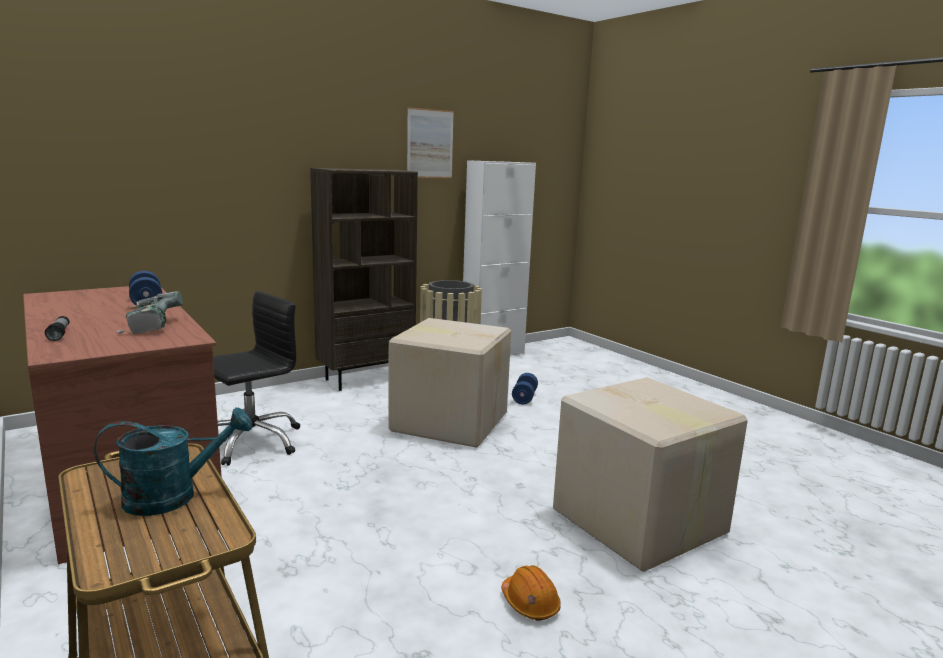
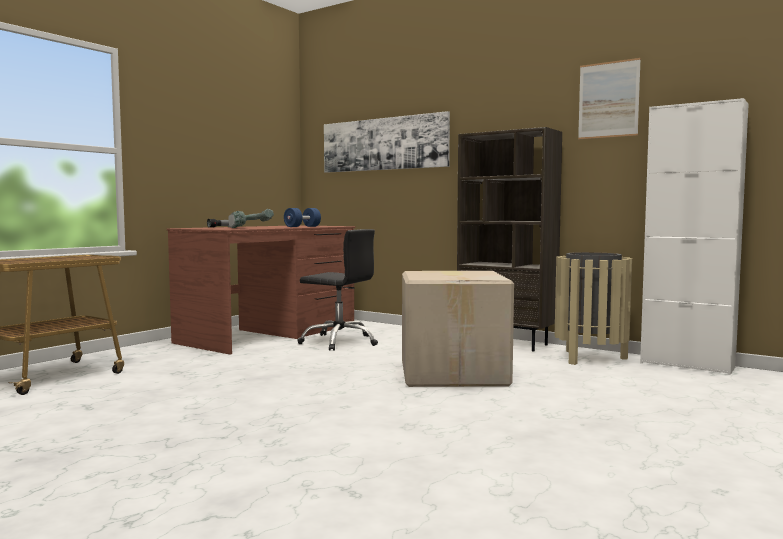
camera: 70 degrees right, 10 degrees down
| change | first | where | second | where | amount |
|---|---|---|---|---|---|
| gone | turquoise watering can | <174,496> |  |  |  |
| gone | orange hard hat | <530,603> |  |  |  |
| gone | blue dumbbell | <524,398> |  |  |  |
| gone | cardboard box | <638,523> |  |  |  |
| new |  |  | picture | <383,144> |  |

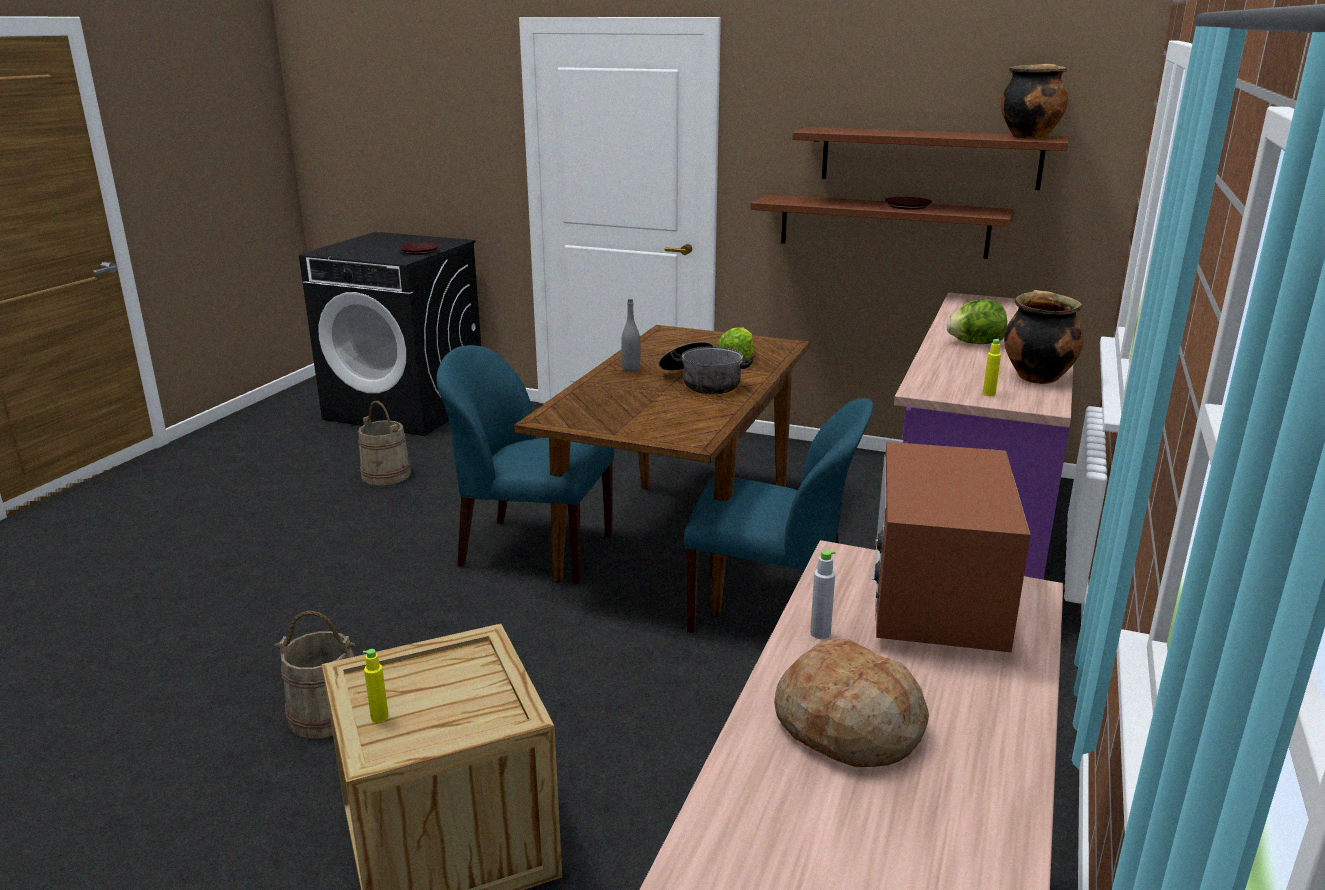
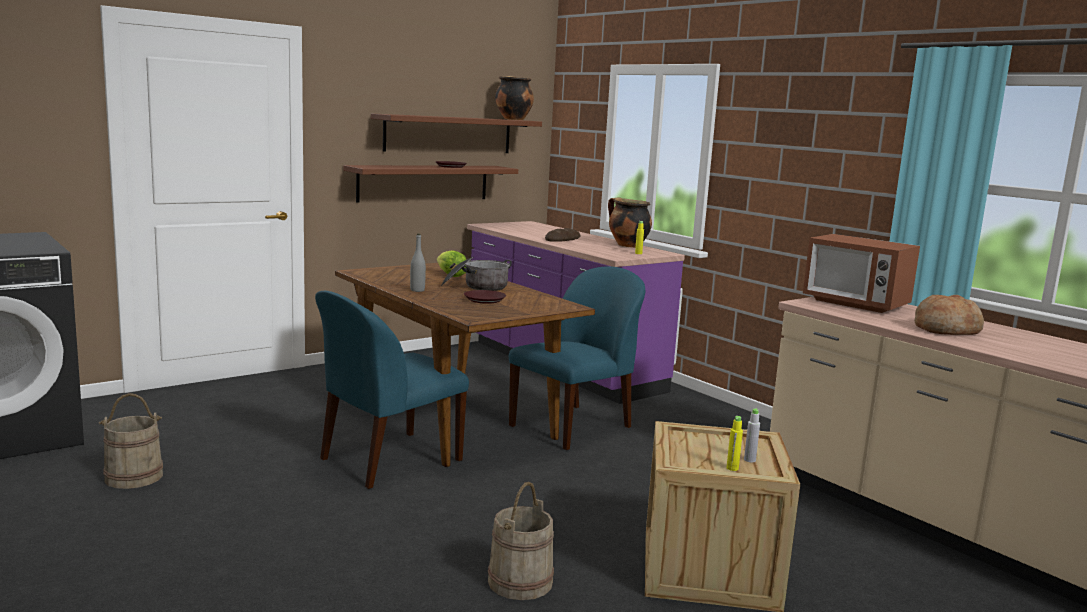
camera: 60 degrees left, 10 degrees down
| change | first | where | second | where | amount |
|---|---|---|---|---|---|
| shifted | brown plate | <420,251> |  | <484,300> |  |
| shifted | grey bottle | <820,633> |  | <749,460> |  |
| swapped | lettuce | <975,343> | bread | <562,239> |  |

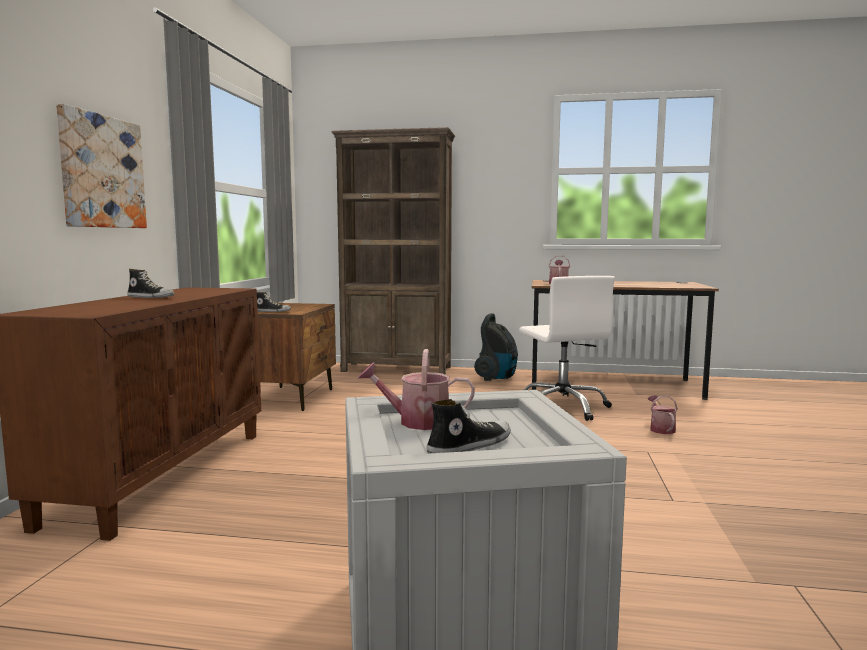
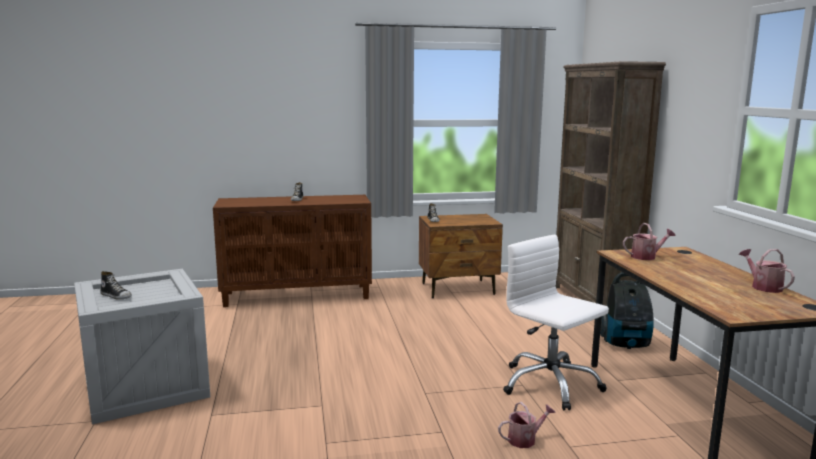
camera: 70 degrees right, 5 degrees up
| change | first | where | second | where | amount |
|---|---|---|---|---|---|
| gone | picture | <101,172> |  |  |  |
| shifted | watering can | <417,422> |  | <763,286> |  |
| rotated | white office chair | <563,407> |  | <550,384> | 90 degrees clockwise |

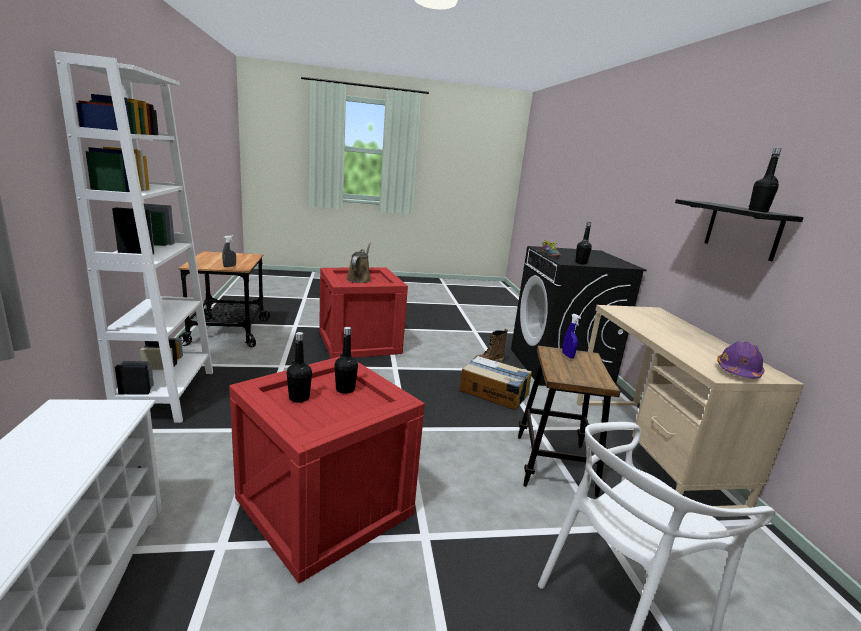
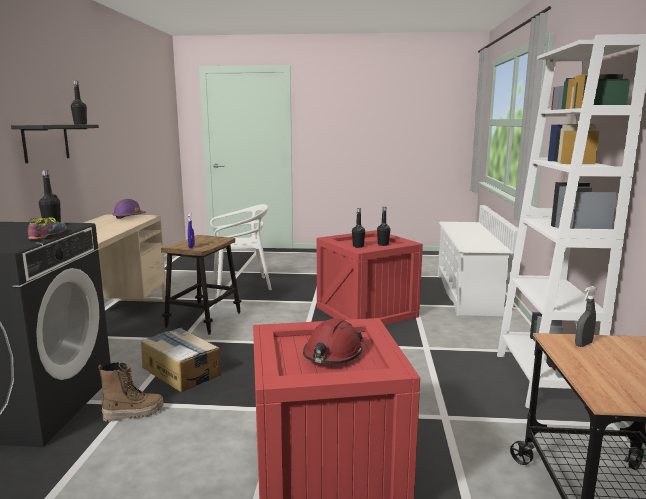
camera: 165 degrees left, 5 degrees down
| change | first | where | second | where | amount |
|---|---|---|---|---|---|
| swapped | brown watering can | <359,279> | red hard hat | <332,354> |  |

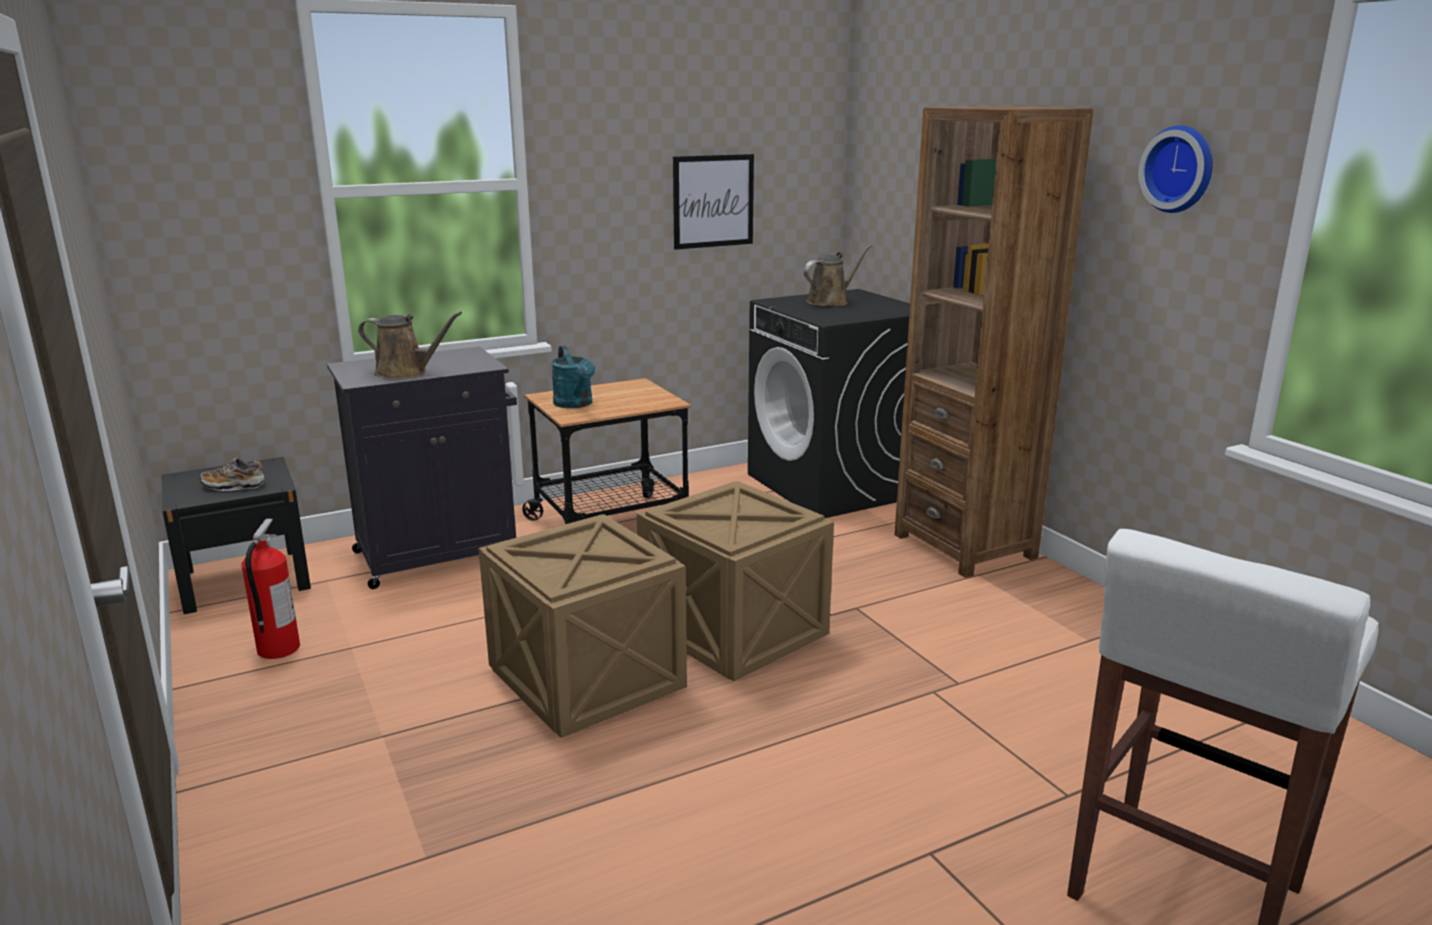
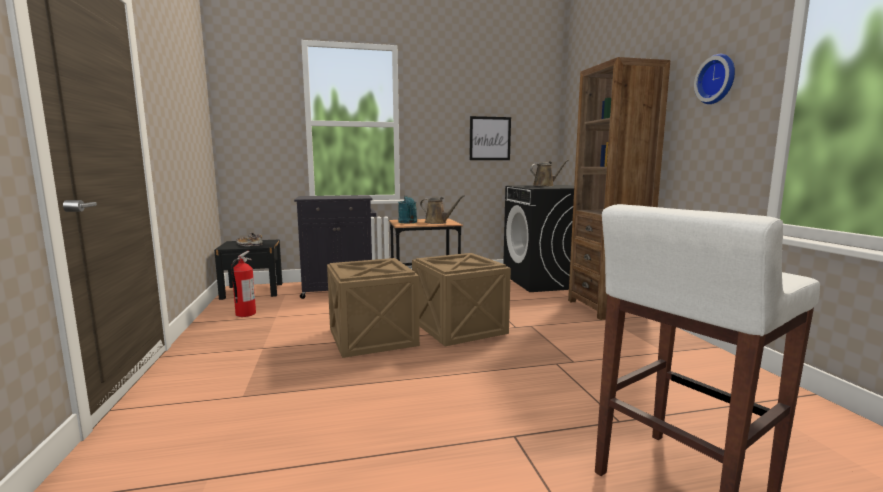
camera: 15 degrees right, 10 degrees down
| change | first | where | second | where | amount |
|---|---|---|---|---|---|
| shifted | brown watering can | <406,372> |  | <437,222> |  |

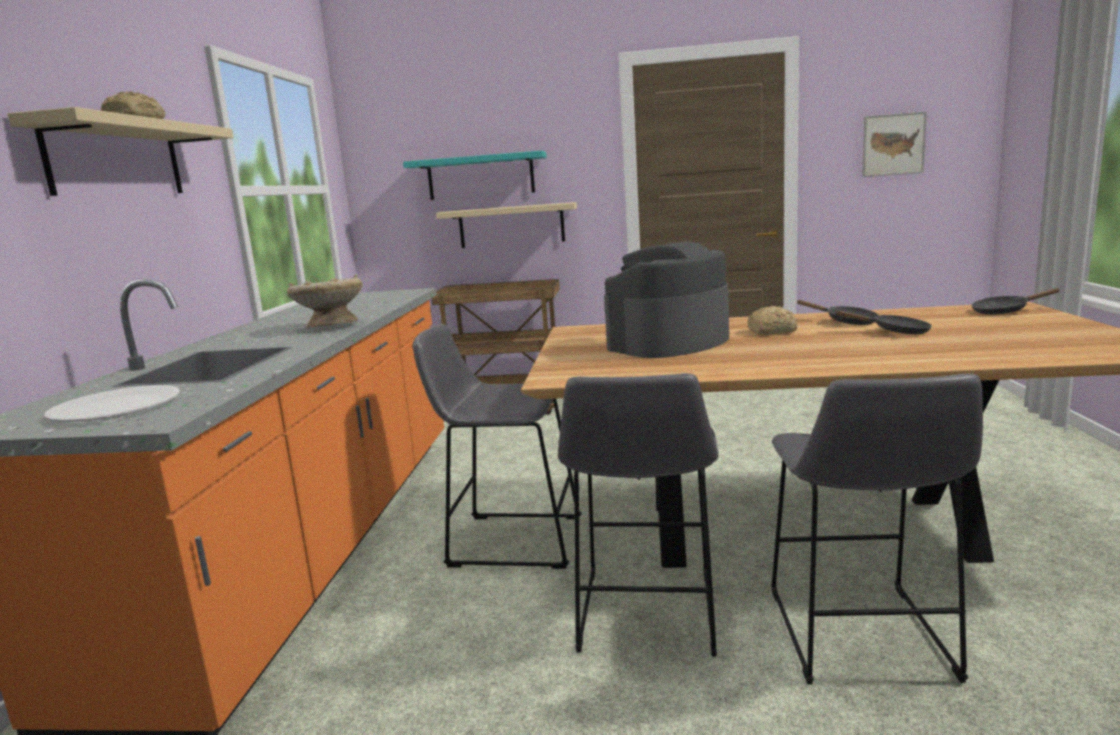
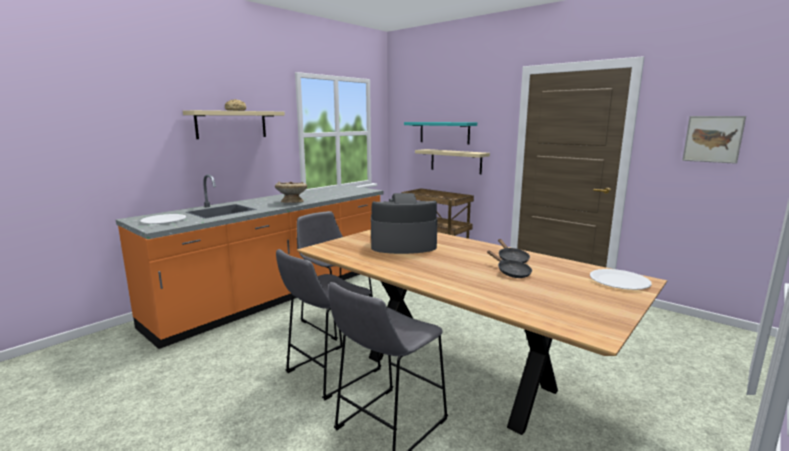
camera: 35 degrees right, 0 degrees up
| change | first | where | second | where | amount |
|---|---|---|---|---|---|
| gone | bread | <770,331> |  |  |  |
| swapped | black frying pan | <1004,311> | white plate | <619,281> |  |

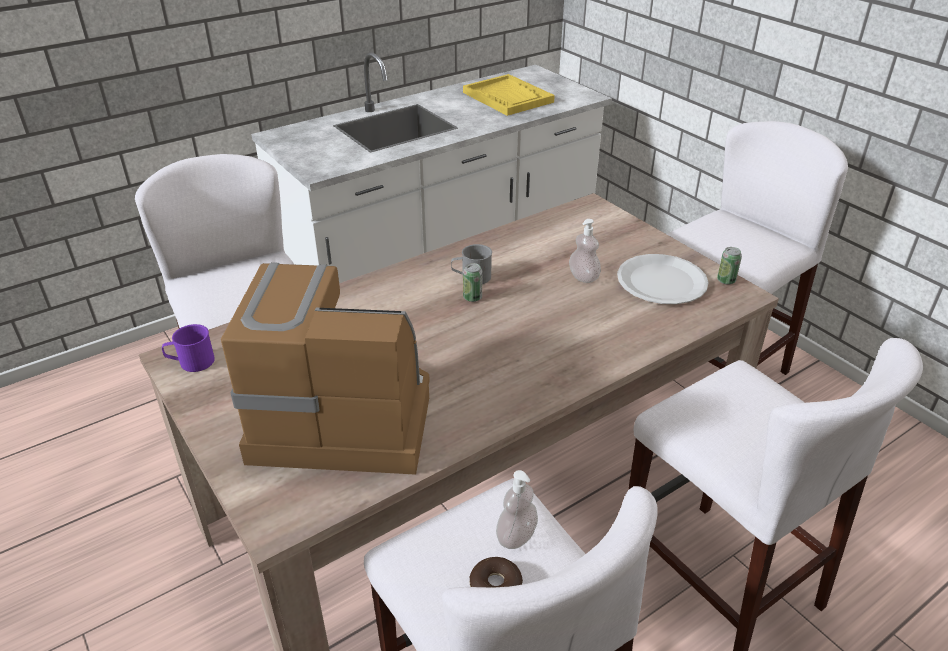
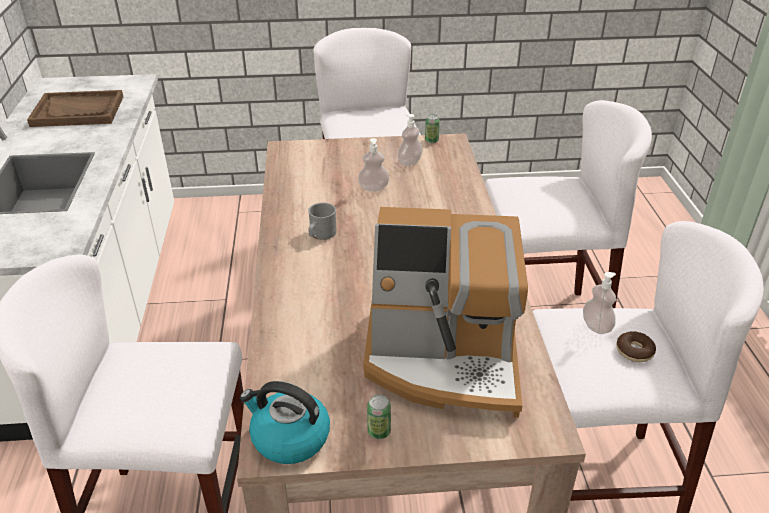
camera: 60 degrees left, 0 degrees up
| change | first | where | second | where | amount |
|---|---|---|---|---|---|
| swapped | purple mug | <191,362> | kettle | <289,438> |  |
| rotated | coffee machine | <341,415> |  | <443,359> | 120 degrees counterclockwise |
| repainted | yellow tray | <508,97> | brown tray | <78,111> |  |
| shifted | can | <472,297> |  | <379,431> |  |
| swapped | white plate | <661,282> | soap dispenser | <410,162> |  |

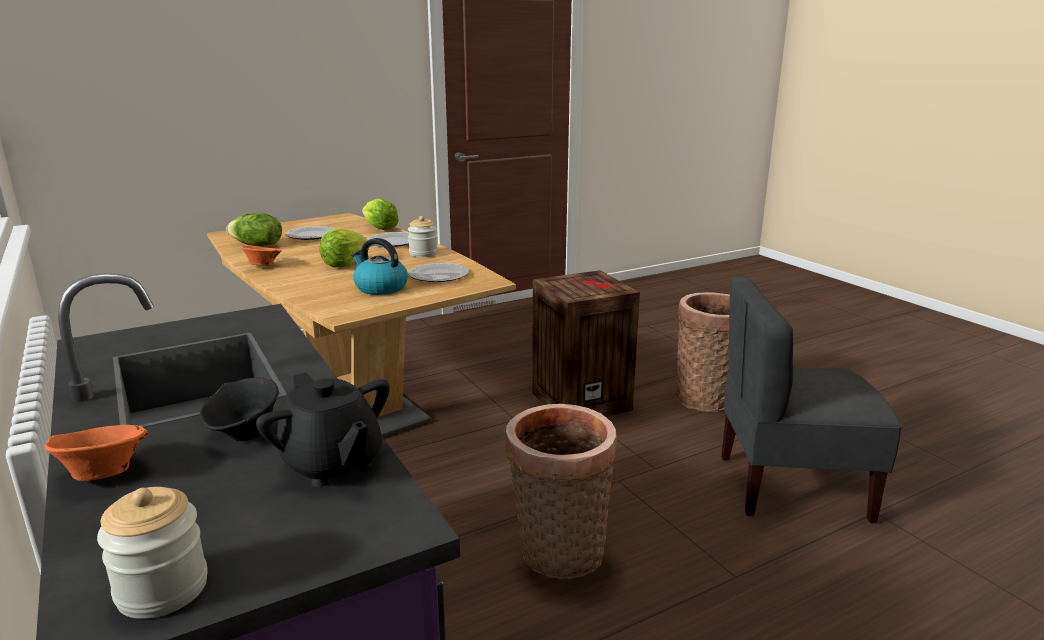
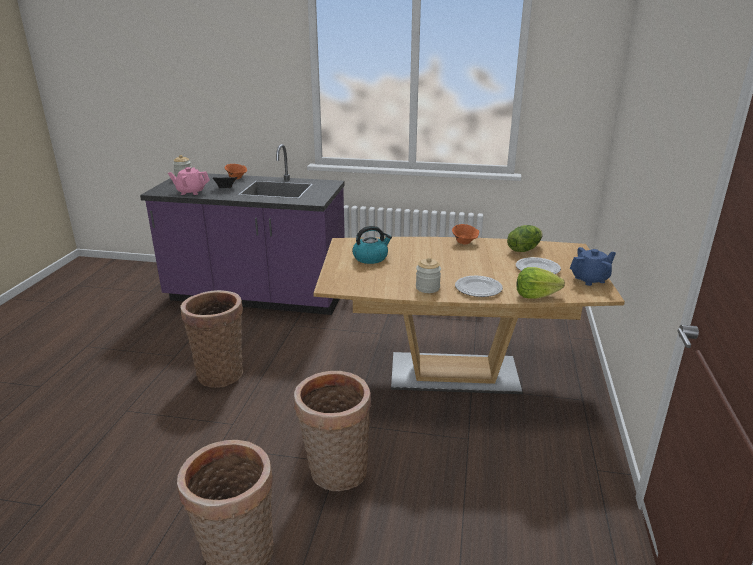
camera: 130 degrees right, 5 degrees up
| change | first | where | second | where | amount |
|---|---|---|---|---|---|
| repainted | black teapot | <332,464> | pink teapot | <191,192> |  |
| gone | lettuce | <344,264> |  |  |  |
| gone | plate | <439,275> |  |  |  |
| swapped | crate | <581,400> | basket | <335,473> |  |
| gone | grey chair | <791,486> |  |  |  |
| new |  |  | blue teapot | <590,279> |  |

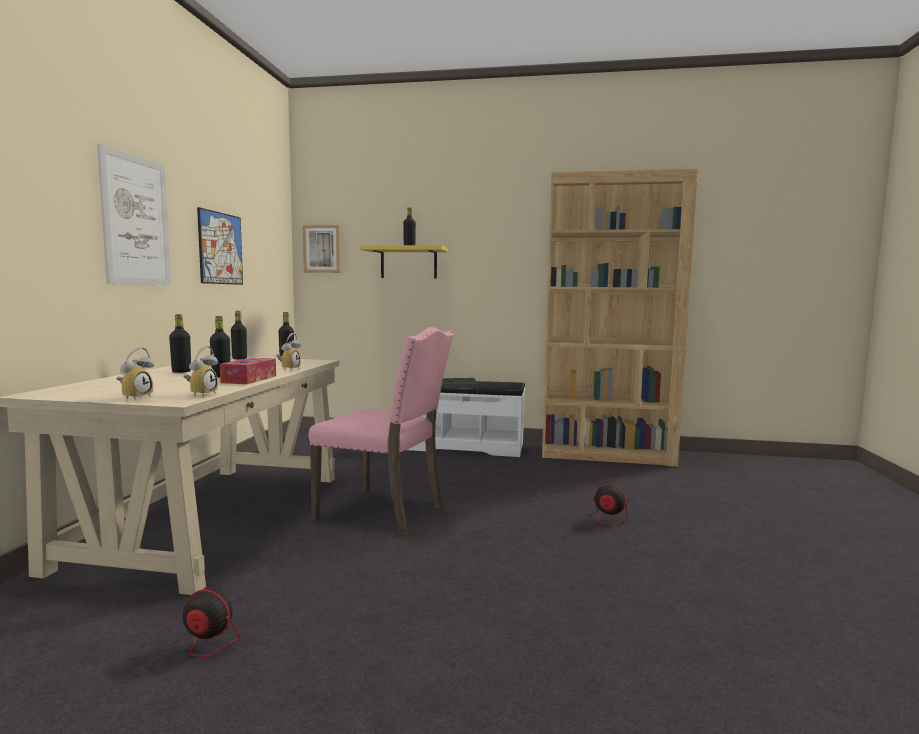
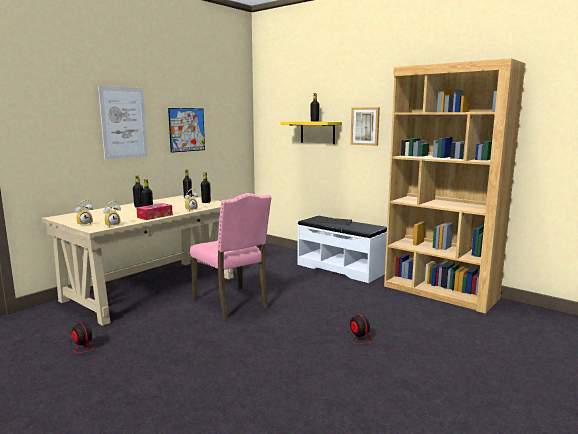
camera: 30 degrees right, 5 degrees up
| change | first | where | second | where | amount |
|---|---|---|---|---|---|
| shifted | picture | <322,249> |  | <365,126> |  |

